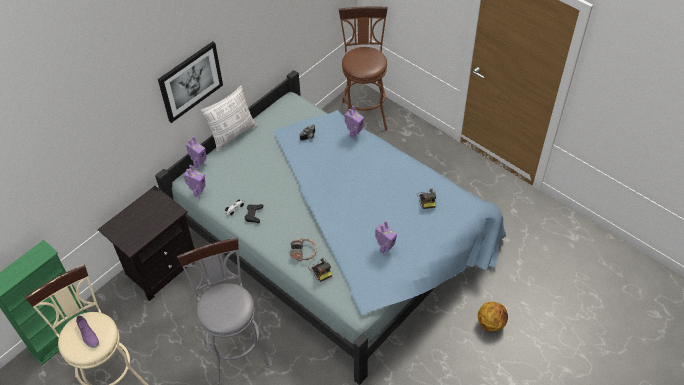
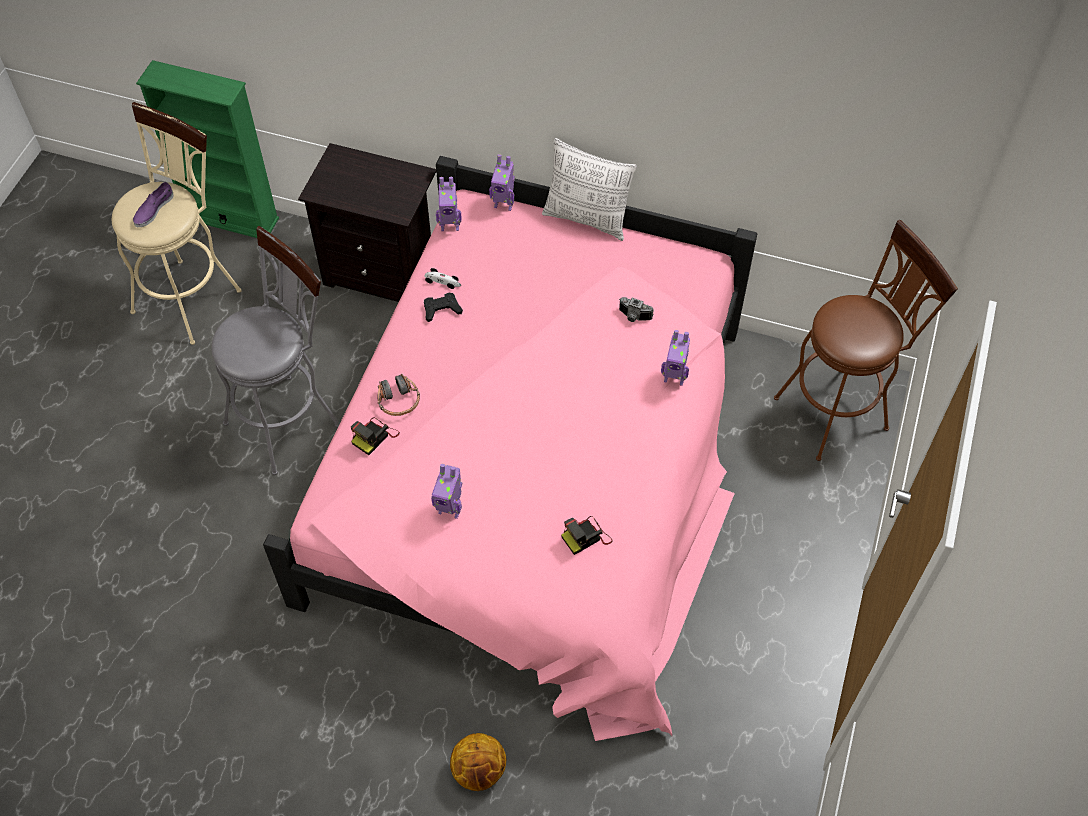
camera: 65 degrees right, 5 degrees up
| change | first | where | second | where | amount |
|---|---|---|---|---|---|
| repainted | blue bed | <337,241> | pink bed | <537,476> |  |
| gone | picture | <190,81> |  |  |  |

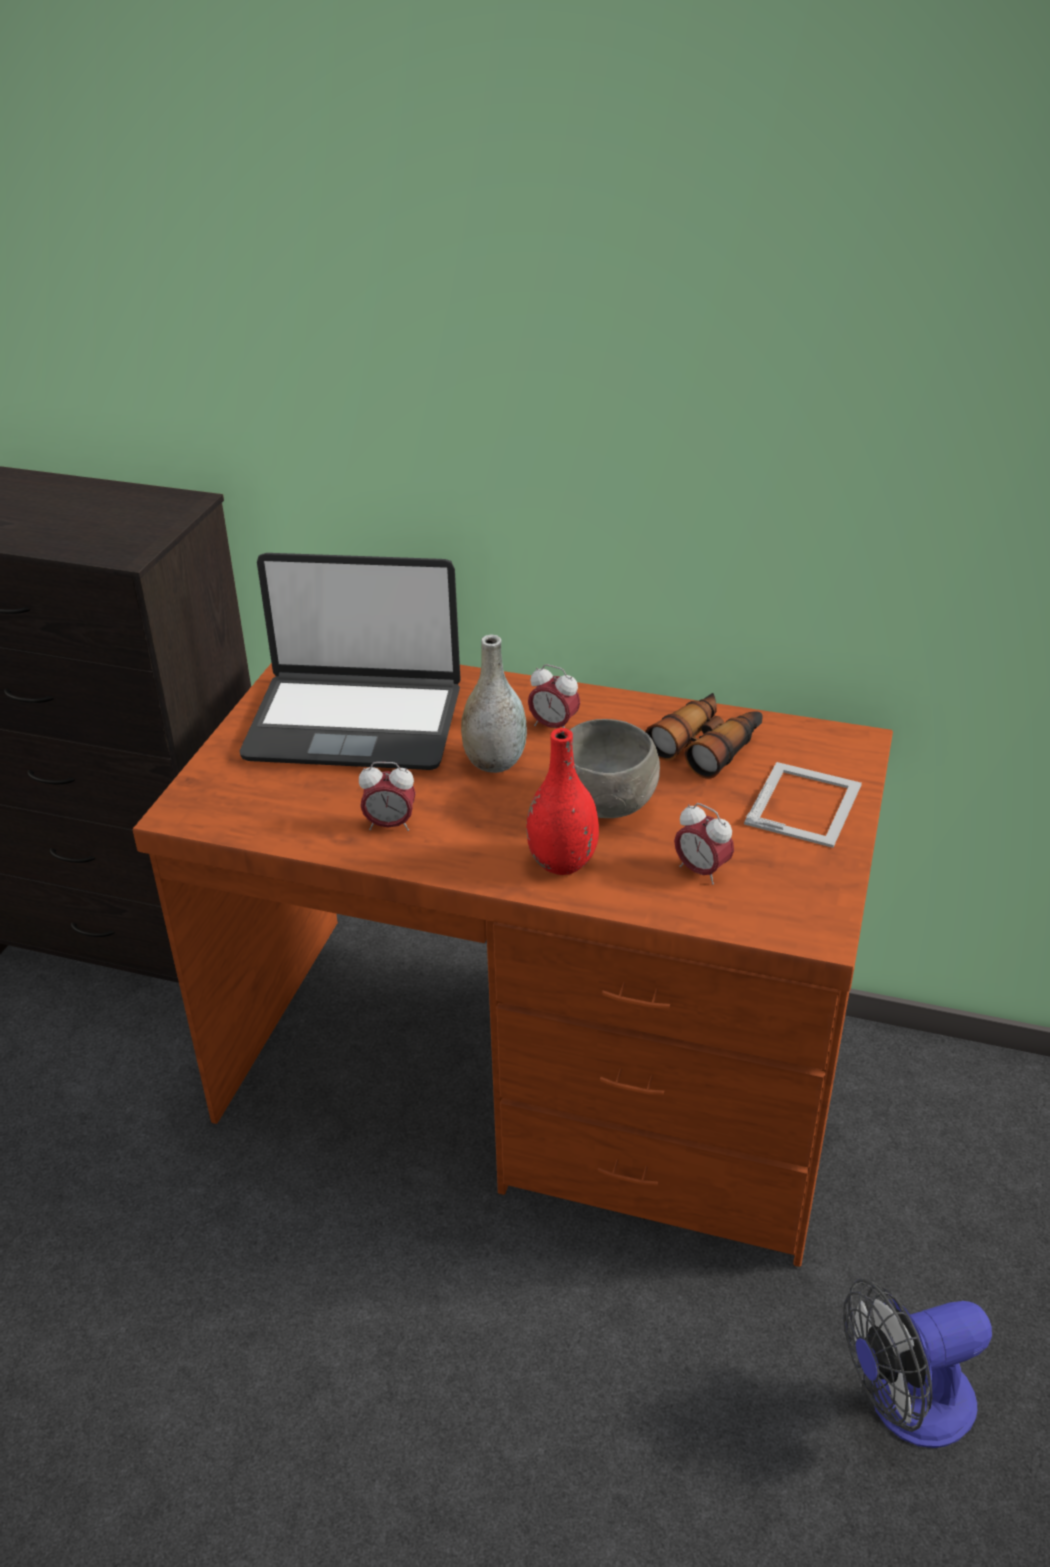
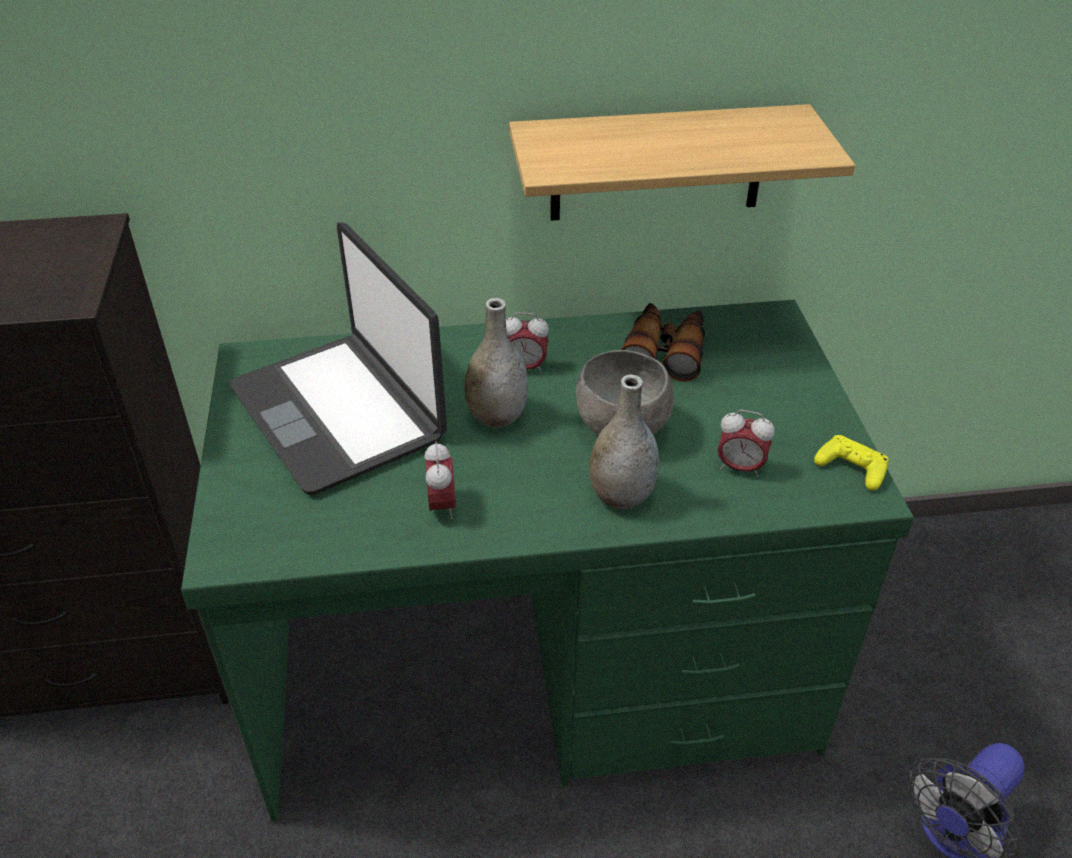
camera: 25 degrees left, 5 degrees up
| change | first | where | second | where | amount |
|---|---|---|---|---|---|
| repainted | brown desk | <536,1076> | green desk | <538,670> |  |
| rotated | laptop | <355,722> |  | <340,412> | 75 degrees clockwise |
| rotated | alarm clock | <390,825> |  | <442,506> | 75 degrees counterclockwise |
| repainted | red vase | <562,863> | grey vase | <621,496> |  |
| gone | picture frame | <805,803> |  |  |  |
| new |  |  | shelf | <657,163> |  |
| new |  |  | yellow game controller | <851,468> |  |

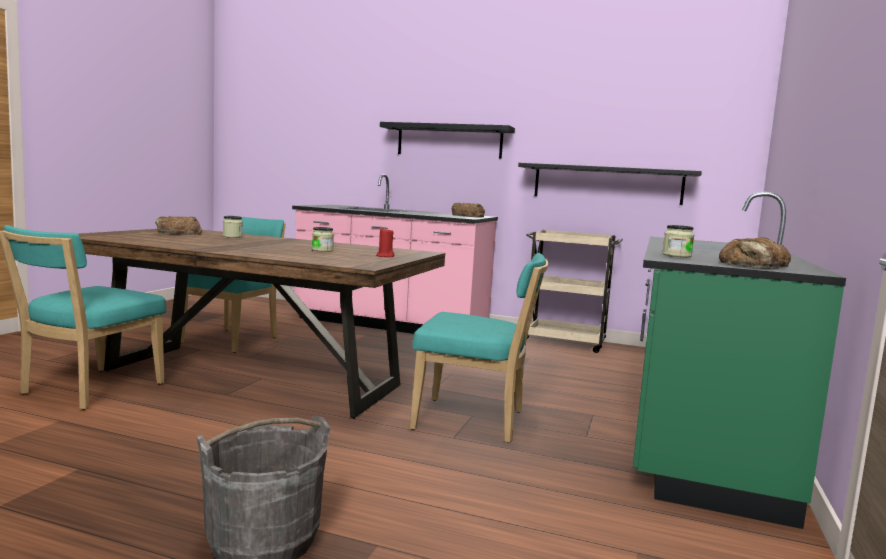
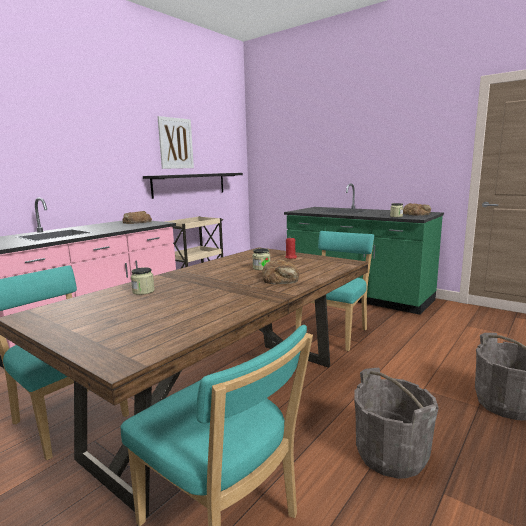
camera: 70 degrees left, 5 degrees up
| change | first | where | second | where | amount |
|---|---|---|---|---|---|
| shifted | bread | <178,233> |  | <281,278> |  |
| gone | black shelf | <449,141> |  |  |  |
| new |  |  | picture | <175,143> |  |
| new |  |  | grey bucket | <391,454> |  |

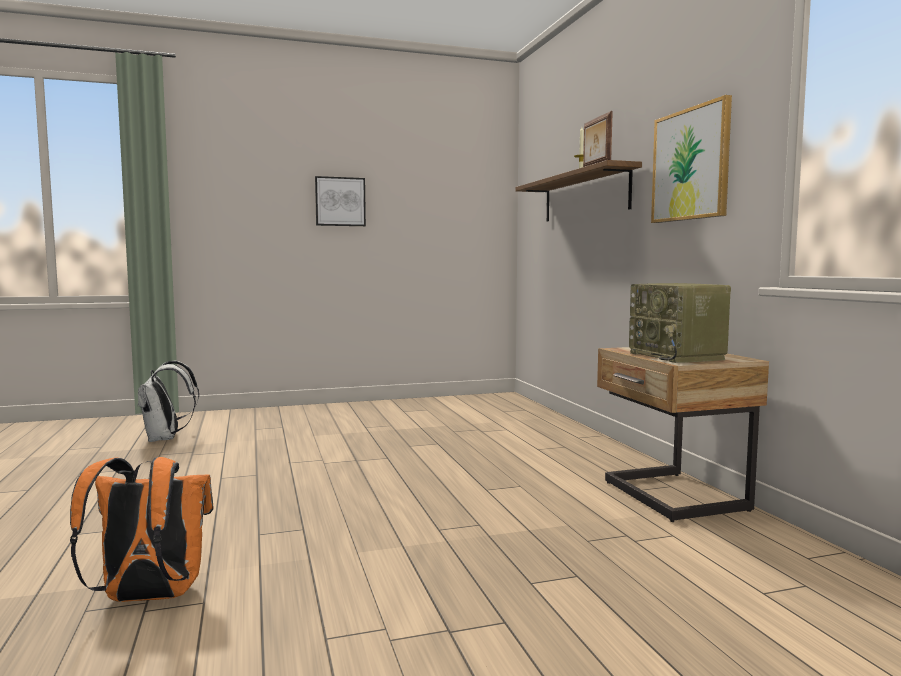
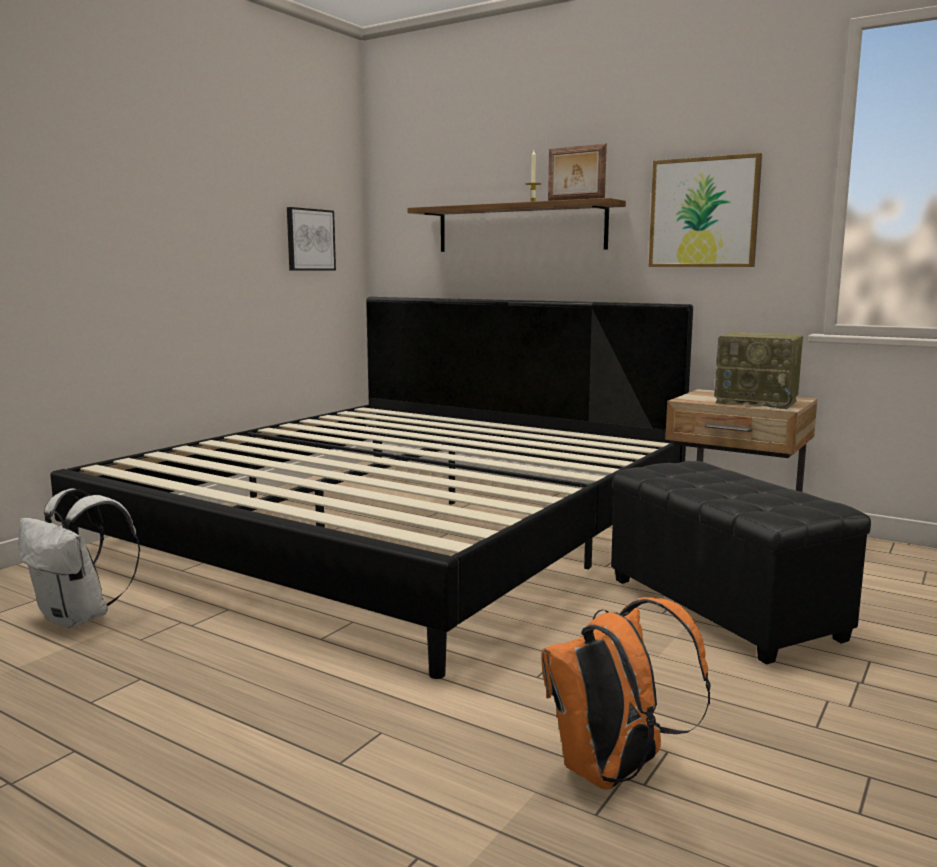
camera: 40 degrees left, 5 degrees up
| change | first | where | second | where | amount |
|---|---|---|---|---|---|
| shifted | picture | <340,201> |  | <310,240> |  |
| new |  |  | bed | <399,531> |  |
| new |  |  | black ottoman | <723,609> |  |

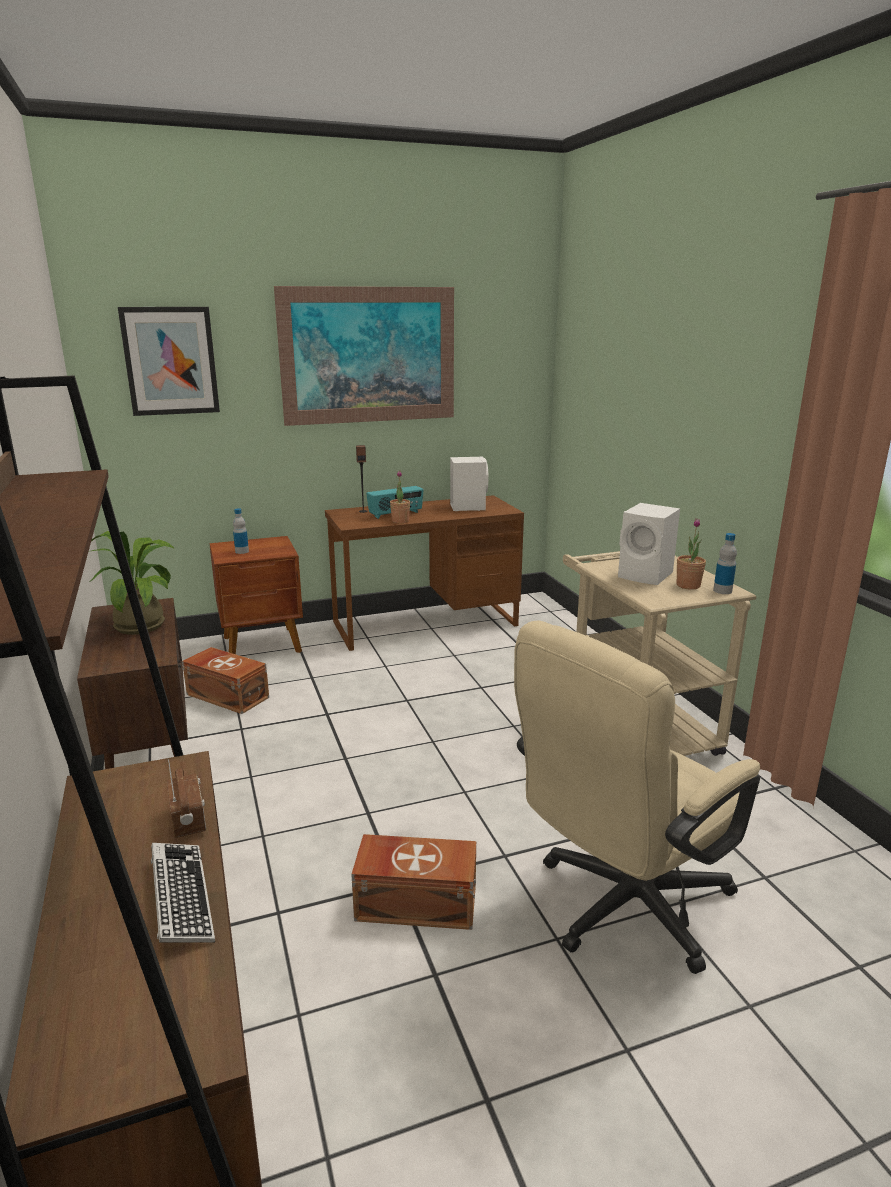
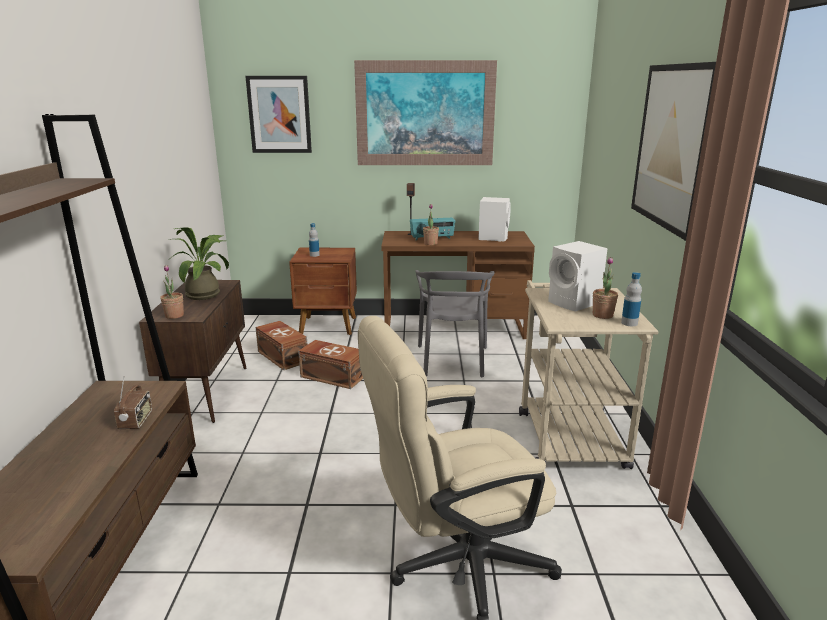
camera: 20 degrees right, 0 degrees up
| change | first | where | second | where | amount |
|---|---|---|---|---|---|
| gone | keyboard | <181,898> |  |  |  |
| shifted | brown storage box | <415,902> |  | <332,376> |  |
| new |  |  | potted plant | <174,315> |  |
| new |  |  | grey chair | <452,360> |  |
| new |  |  | picture | <675,147> |  |

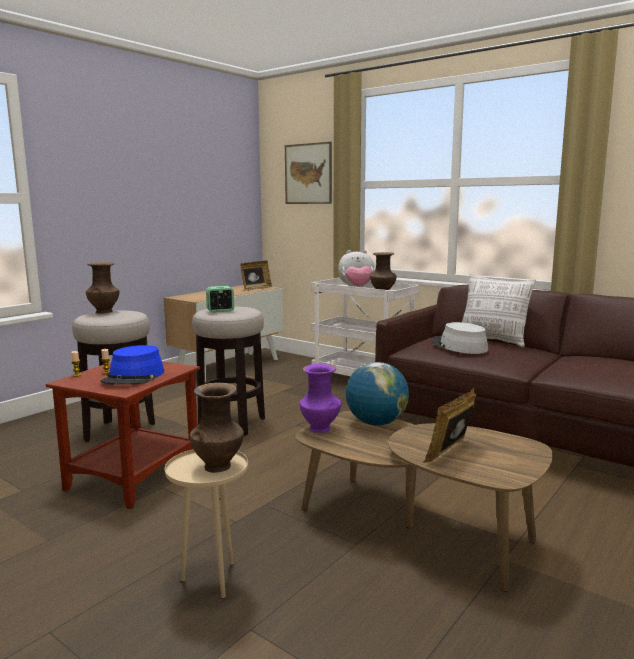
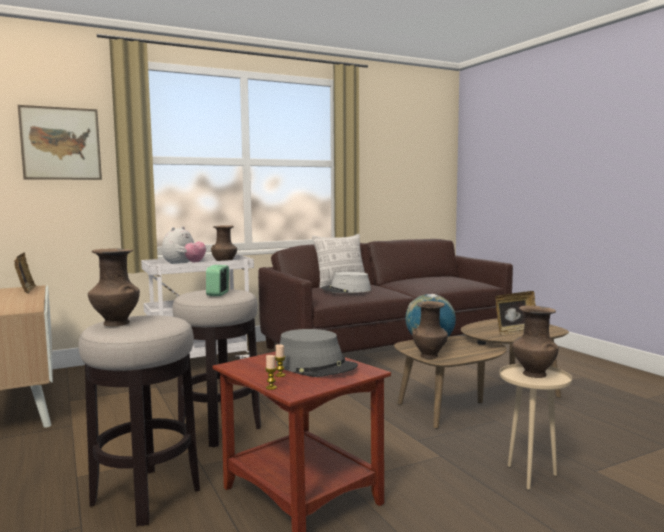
camera: 65 degrees left, 5 degrees down
| change | first | where | second | where | amount |
|---|---|---|---|---|---|
| repainted | blue hat | <134,377> | grey hat | <316,366> |  |
| repainted | purple vase | <321,429> | brown vase | <430,356> |  |
| rotated | picture frame | <451,453> |  | <515,332> | 90 degrees counterclockwise |

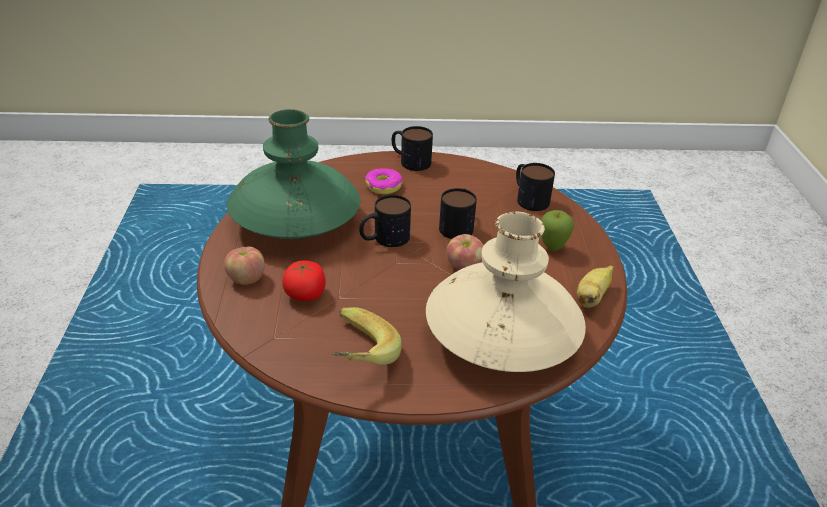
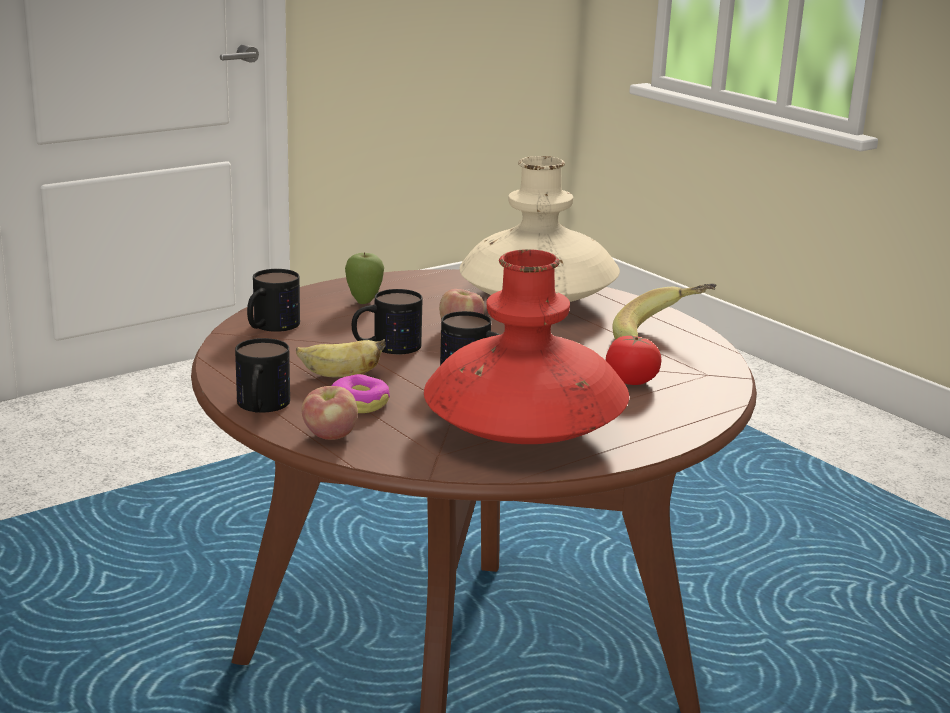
camera: 125 degrees left, 15 degrees down
| change | first | where | second | where | amount |
|---|---|---|---|---|---|
| shifted | apple | <246,279> |  | <330,436> |  |
| repainted | green vase | <296,221> | red vase | <524,427> |  |
| shifted | banana | <592,297> |  | <340,376> |  |

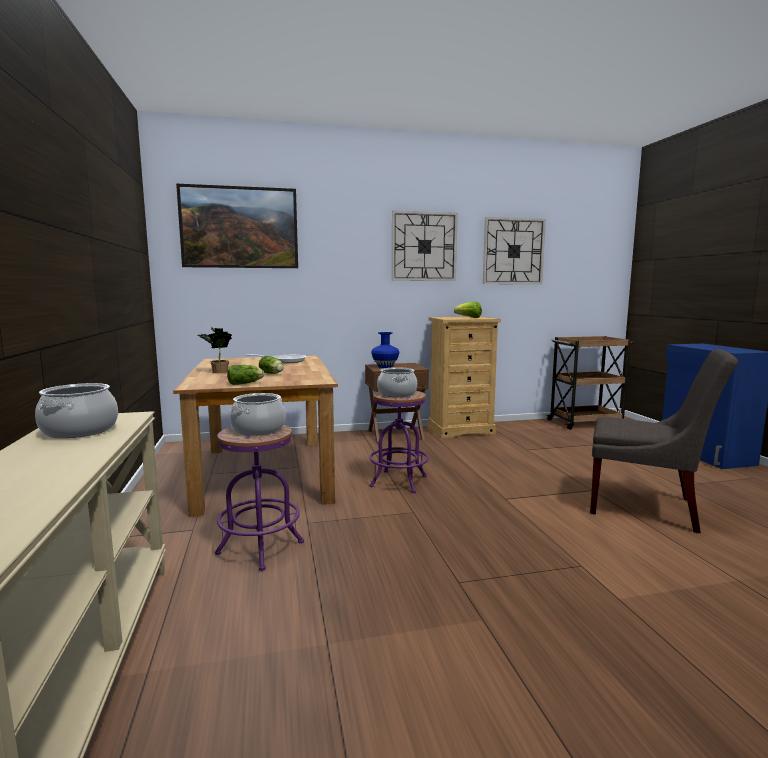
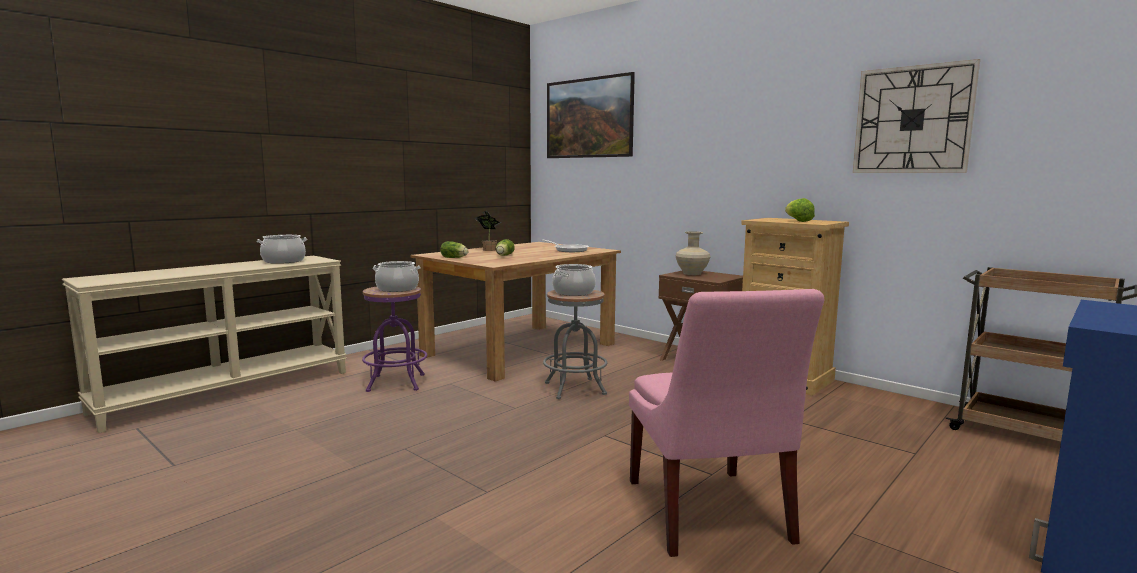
camera: 55 degrees right, 0 degrees up
| change | first | where | second | where | amount |
|---|---|---|---|---|---|
| repainted | purple stool | <398,481> | grey stool | <575,388> |  |
| repainted | blue vase | <385,366> | beige vase | <692,273> |  |
| gone | wall clock | <424,246> |  |  |  |
| repainted | grey chair | <648,508> | pink chair | <708,514> |  |

